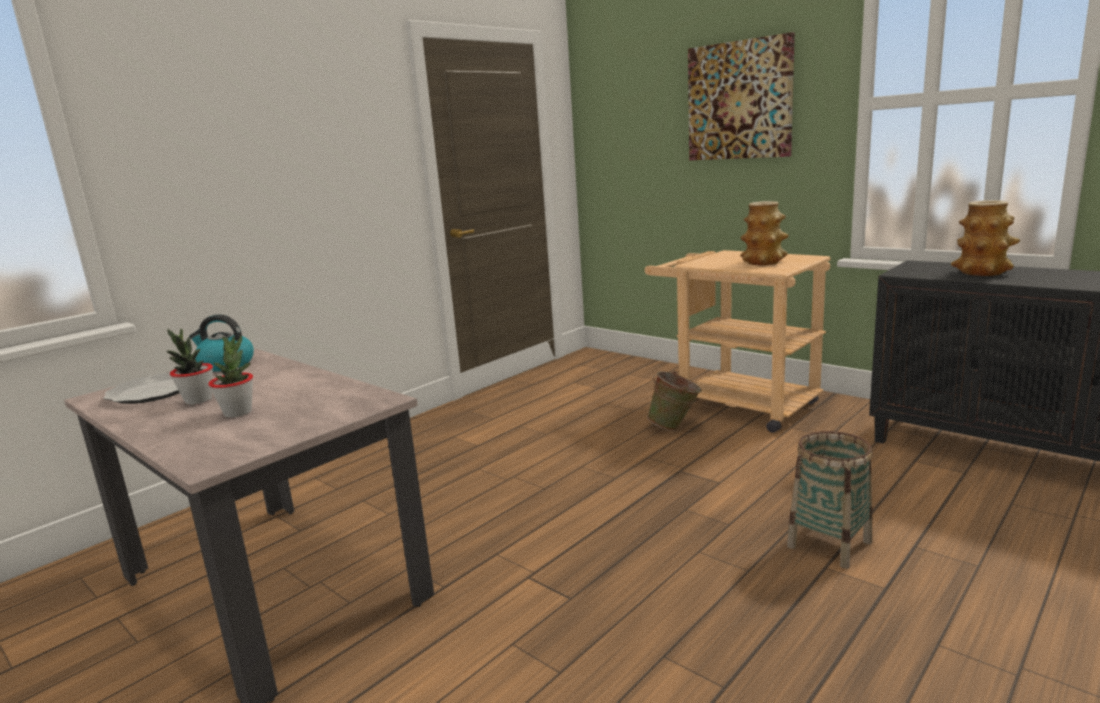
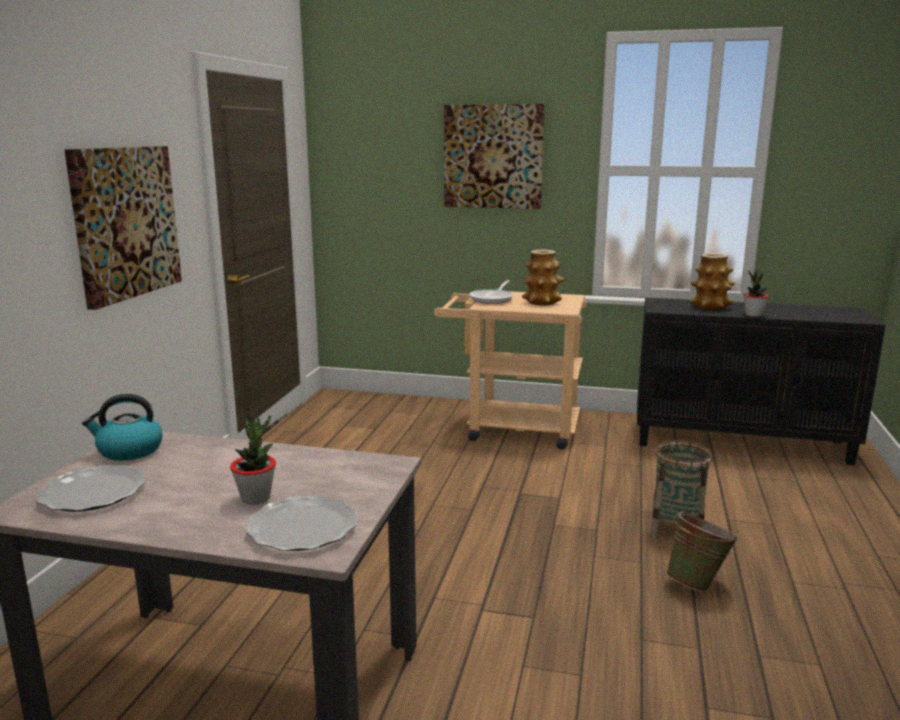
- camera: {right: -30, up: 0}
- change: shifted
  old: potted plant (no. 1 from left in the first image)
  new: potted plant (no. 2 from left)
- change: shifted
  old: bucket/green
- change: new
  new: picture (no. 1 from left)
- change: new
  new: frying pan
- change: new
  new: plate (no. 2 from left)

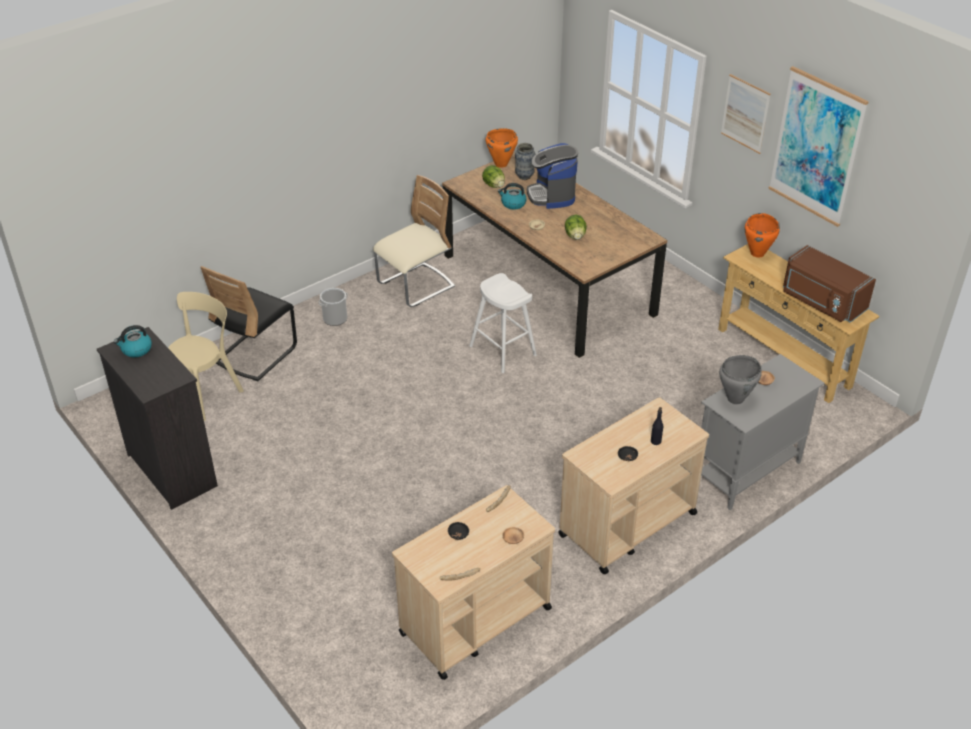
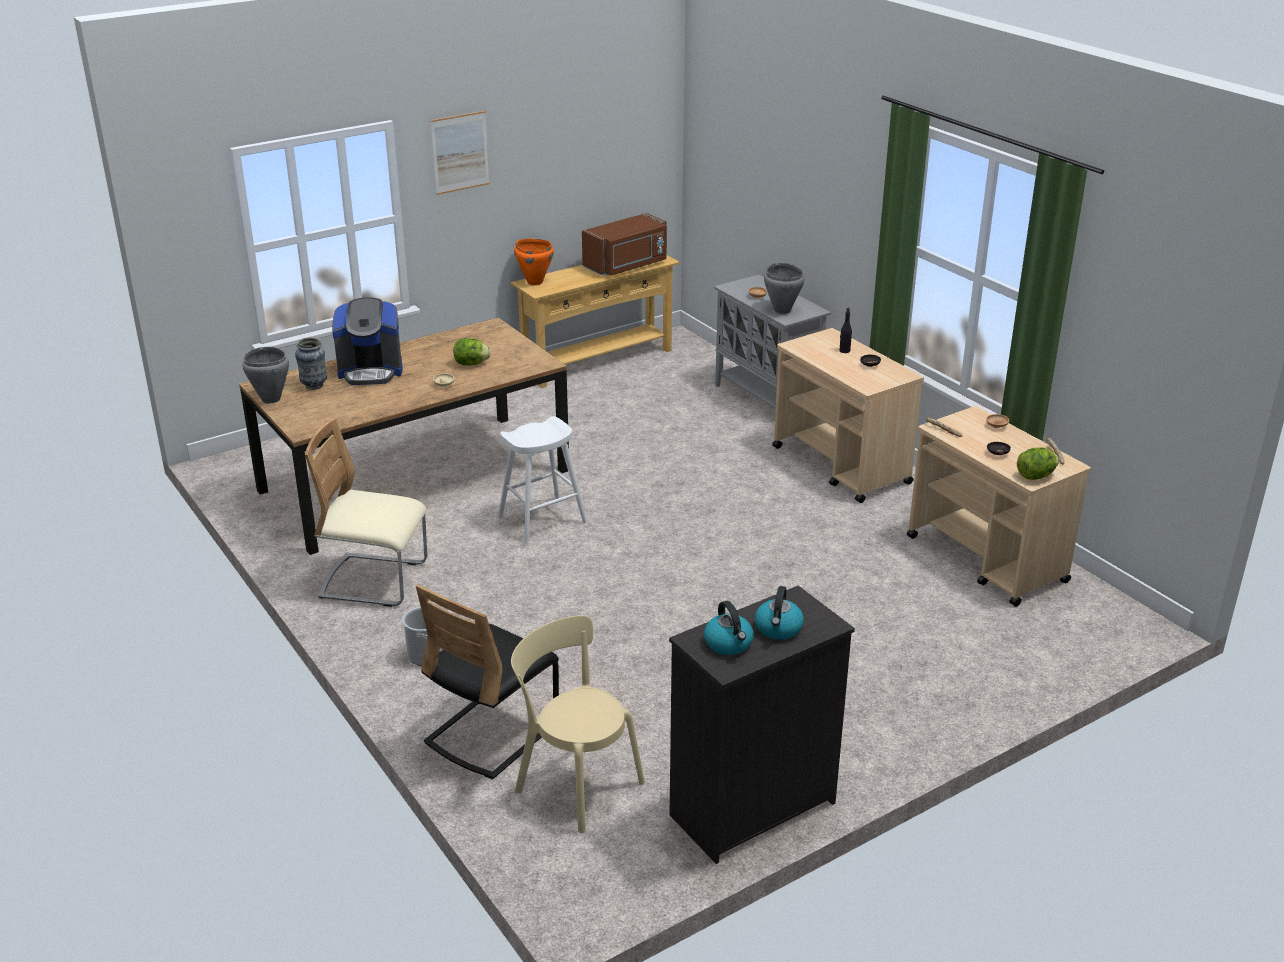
- camera: {right: -85, up: -10}
- change: gone
  old: picture (no. 2 from left)
- change: repainted
  old: cooking pot/orange (no. 1 from left)
  new: cooking pot/grey (no. 1 from left)
- change: shifted
  old: lettuce (no. 1 from left in the first image)
  new: lettuce (no. 2 from left)
- change: rotated
  old: chair/beige (no. 2 from left in the first image)
  degrees: -45
- change: shifted
  old: kettle (no. 2 from left)
- change: rotated
  old: chair/black
  degrees: 90

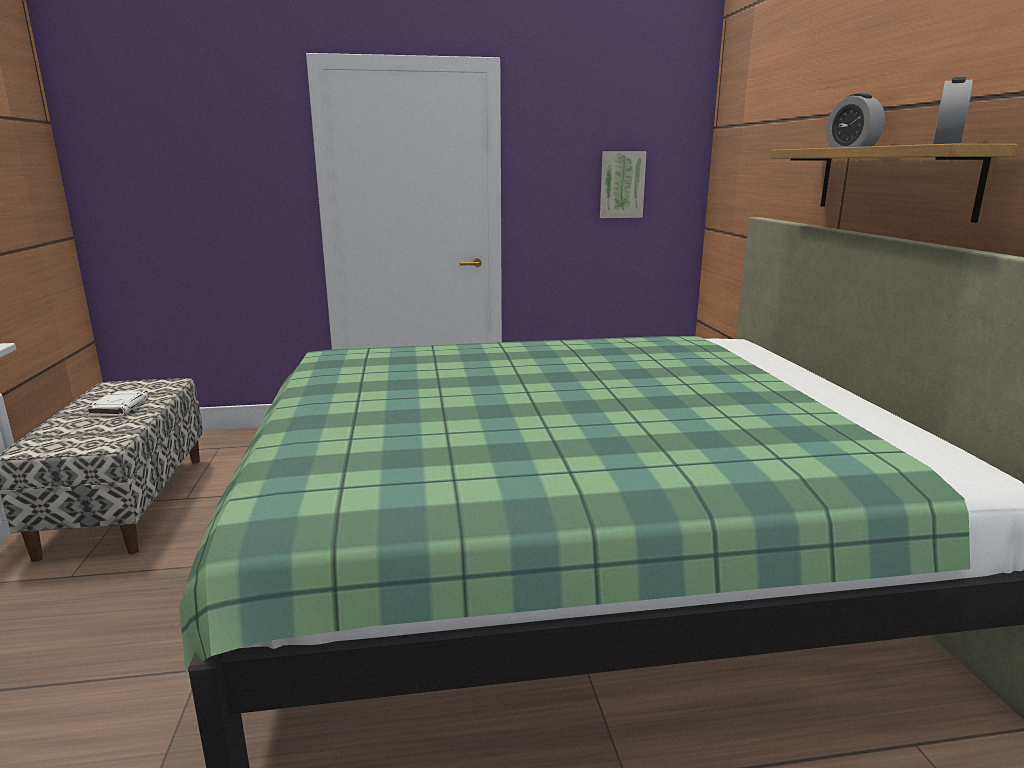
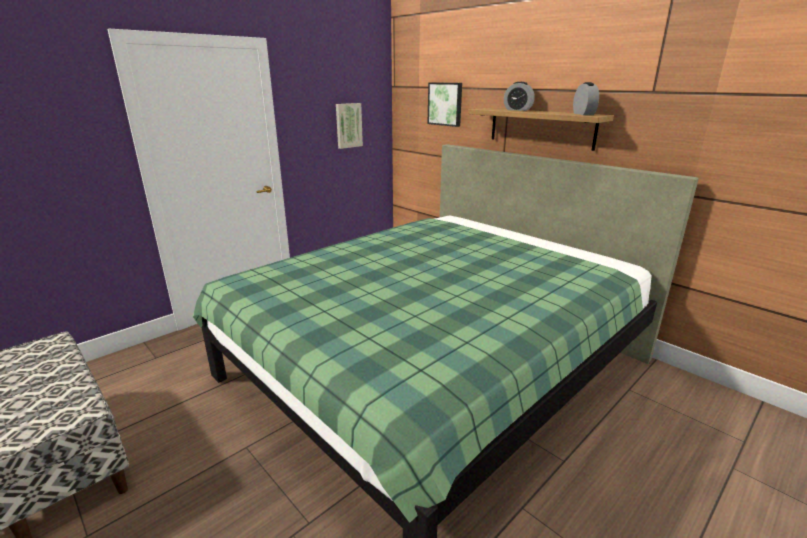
- camera: {right: -35, up: 5}
- change: gone
  old: book/white
- change: new
  new: picture (no. 2 from left)

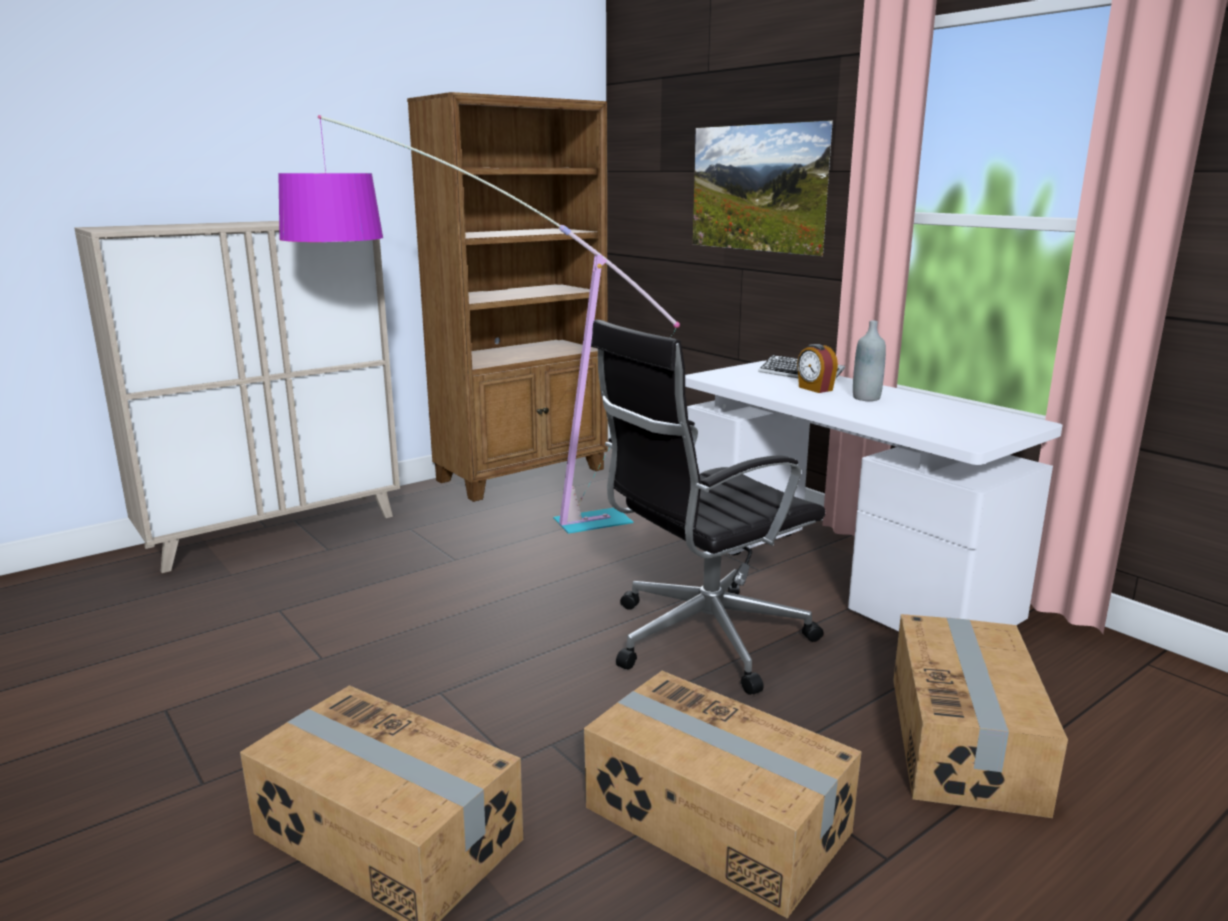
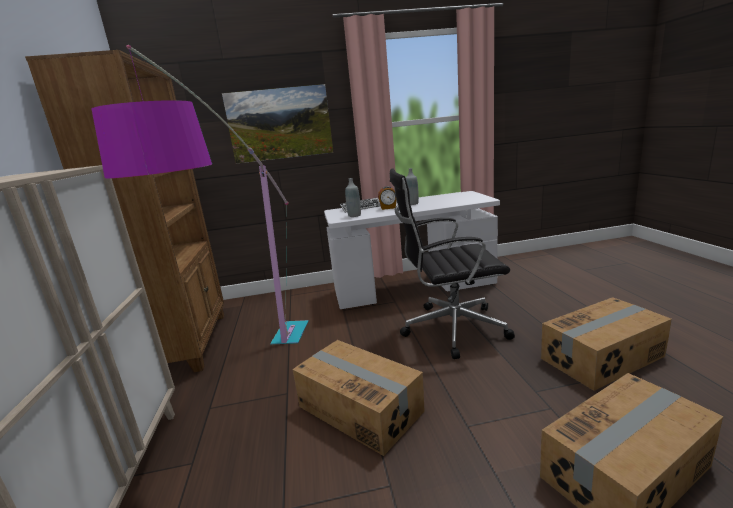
- camera: {right: -60, up: 0}
- change: rotated
  old: office chair/black
  degrees: 90
- change: shifted
  old: cardboard box (no. 3 from left in the first image)
  new: cardboard box (no. 1 from left)
- change: new
  new: bottle/grey (no. 1 from left)

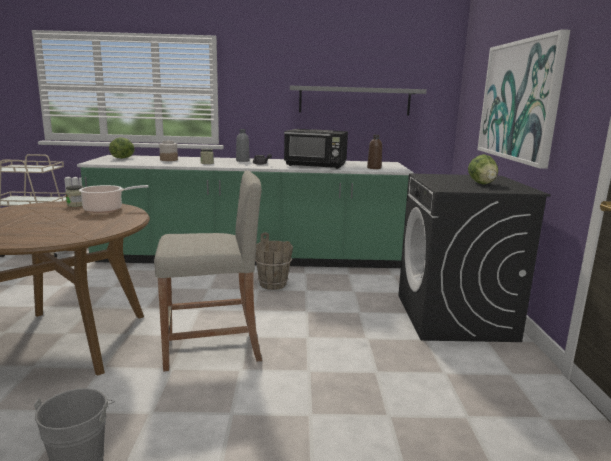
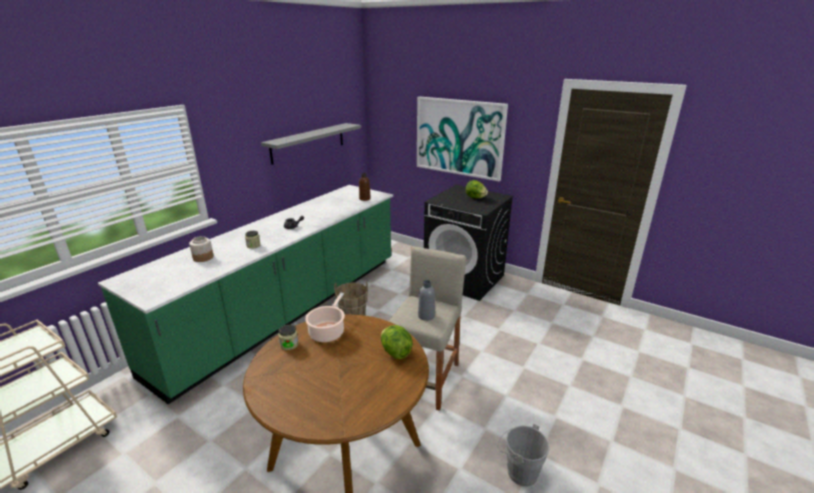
- camera: {right: -55, up: 10}
- change: shifted
  old: bottle/grey
- change: gone
  old: microwave/black
- change: shifted
  old: lettuce (no. 1 from left)

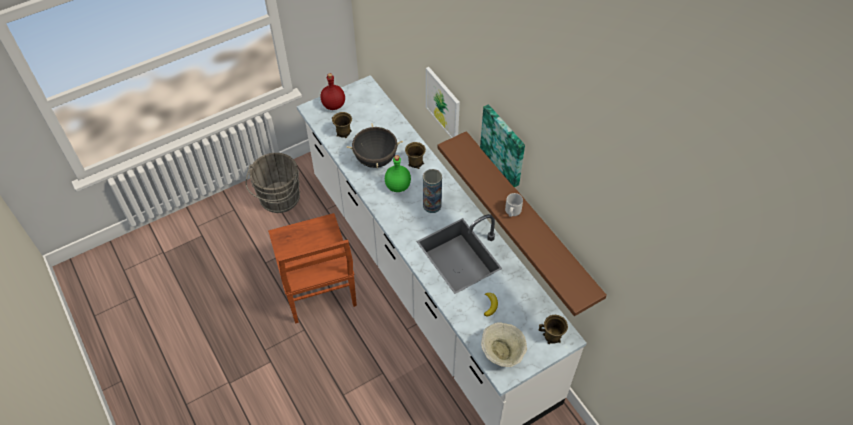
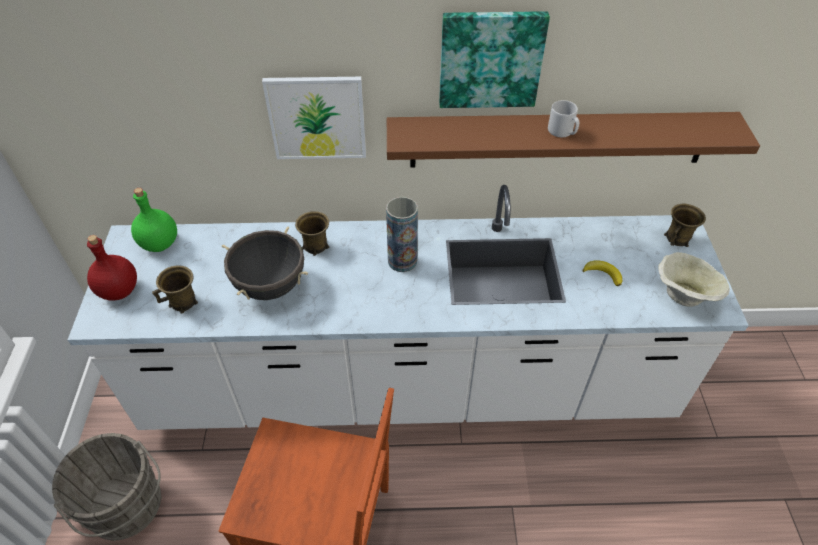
- camera: {right: -60, up: -5}
- change: shifted
  old: bottle/green

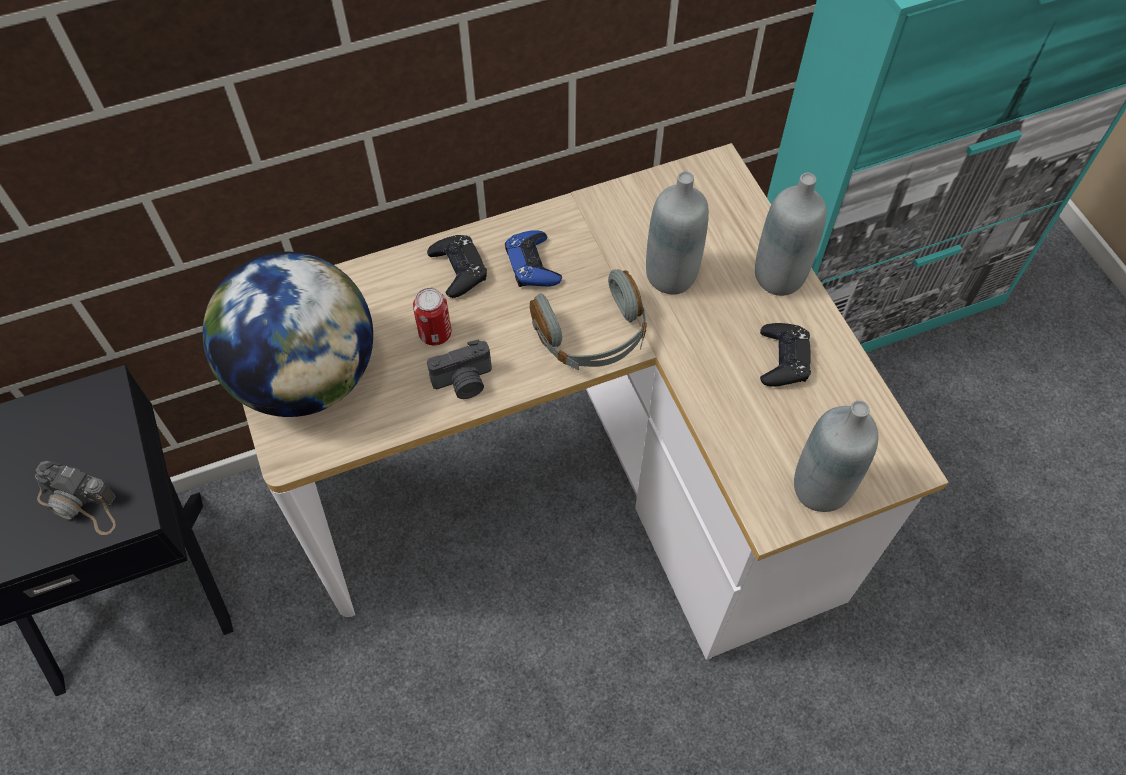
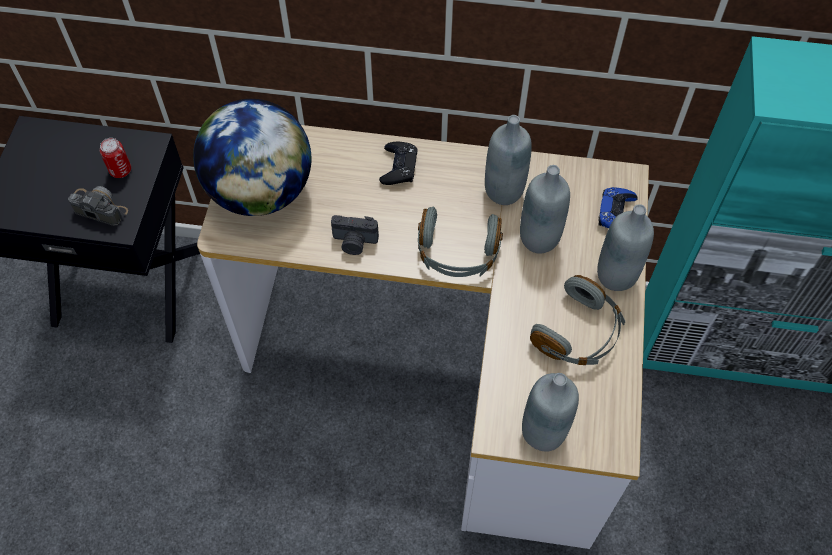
- camera: {right: 30, up: 0}
- change: shifted
  old: game controller/blue
- change: shifted
  old: can
- change: swapped
  old: game controller/black (no. 2 from left)
  new: headphones/grey (no. 2 from left)
- change: rotated
  old: photo camera (no. 1 from left)
  degrees: 150
- change: new
  new: bottle/grey (no. 1 from left)

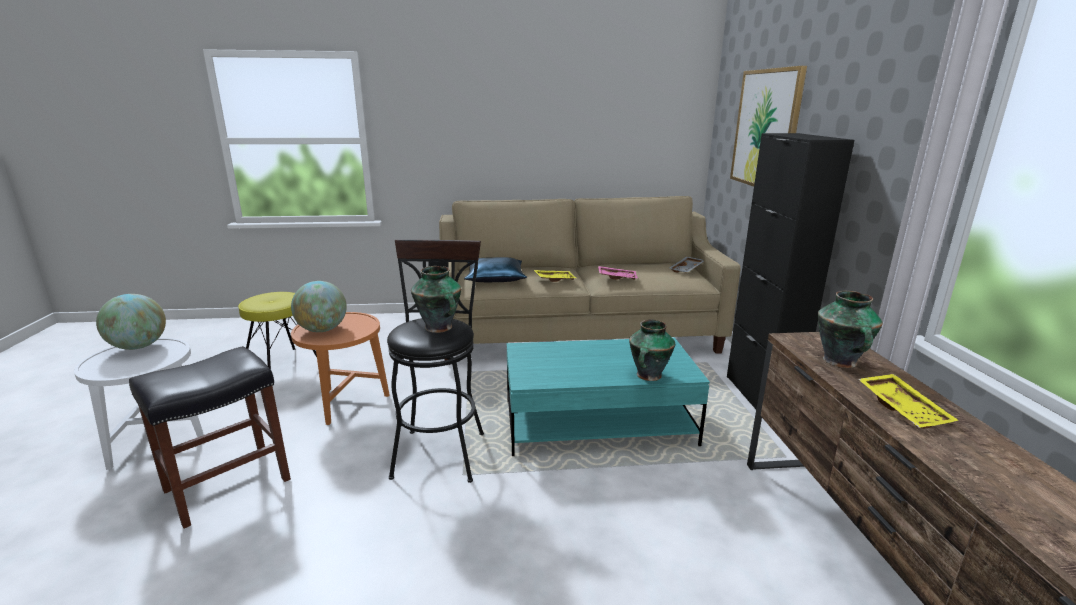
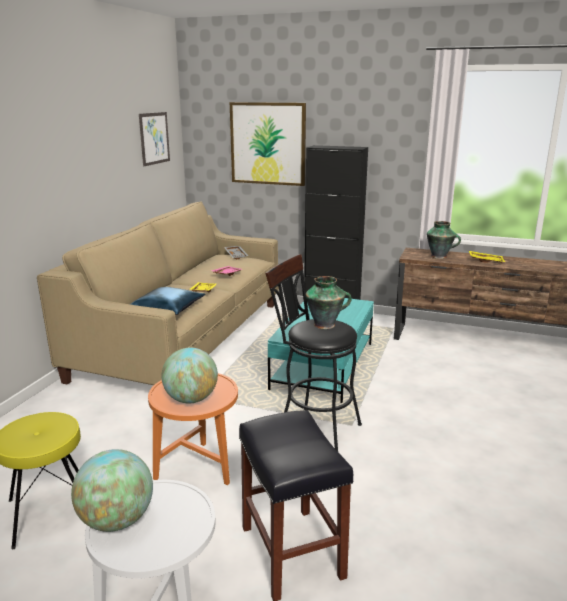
- camera: {right: -65, up: 0}
- change: gone
  old: vase (no. 2 from left)
- change: new
  new: picture (no. 1 from left)

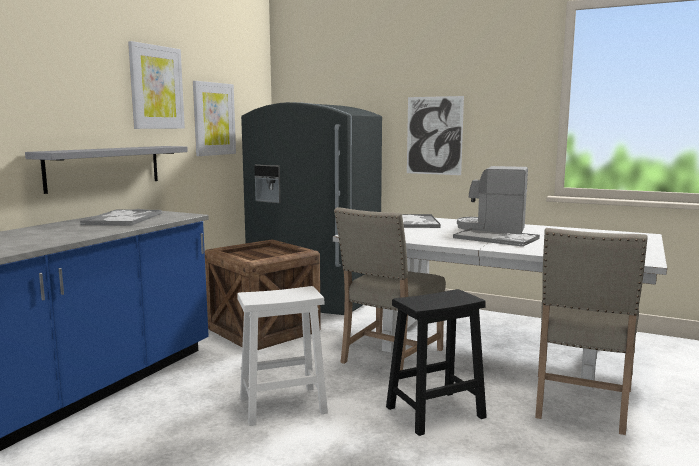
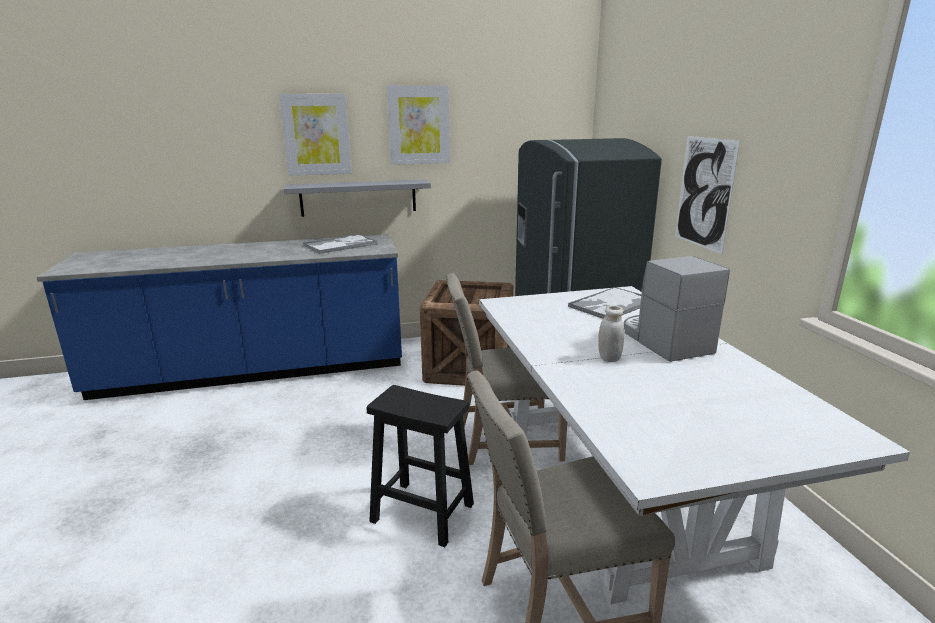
- camera: {right: 50, up: 10}
- change: shifted
  old: picture (no. 2 from left in the first image)
  new: picture (no. 1 from left)
- change: swapped
  old: tray (no. 3 from left)
  new: jar/white
- change: gone
  old: stool/white

